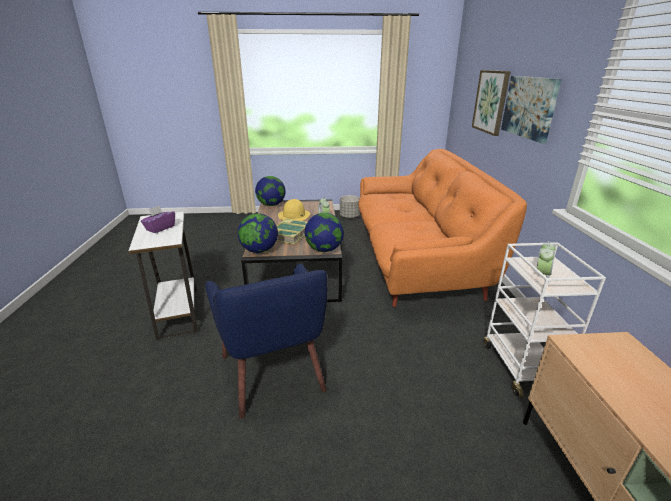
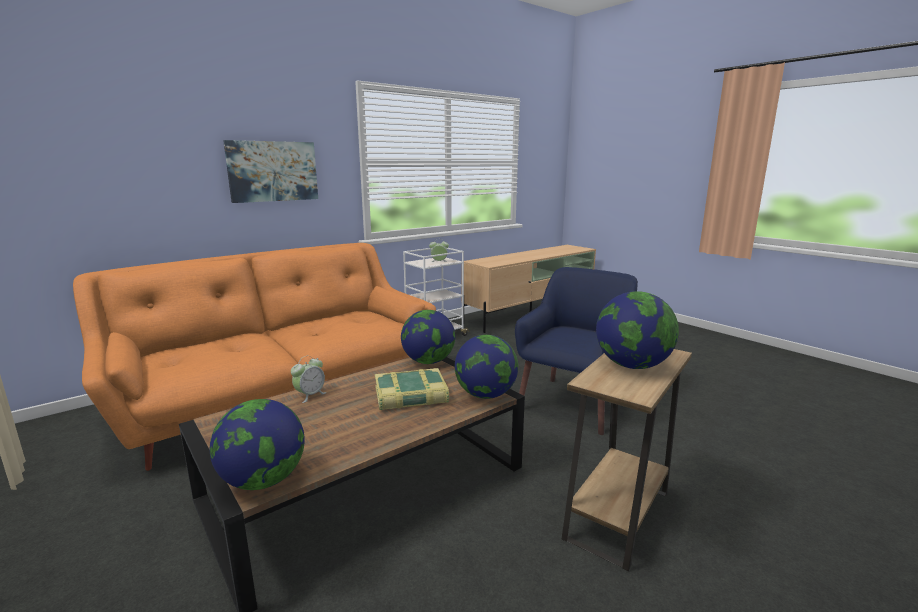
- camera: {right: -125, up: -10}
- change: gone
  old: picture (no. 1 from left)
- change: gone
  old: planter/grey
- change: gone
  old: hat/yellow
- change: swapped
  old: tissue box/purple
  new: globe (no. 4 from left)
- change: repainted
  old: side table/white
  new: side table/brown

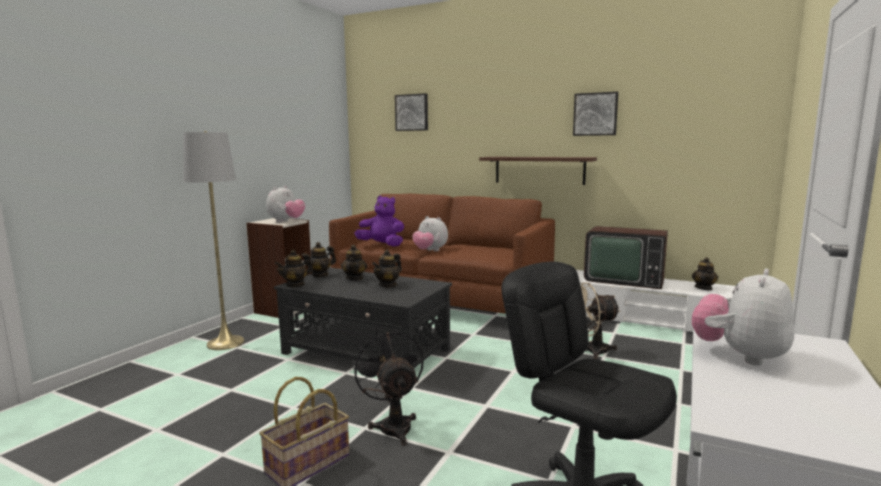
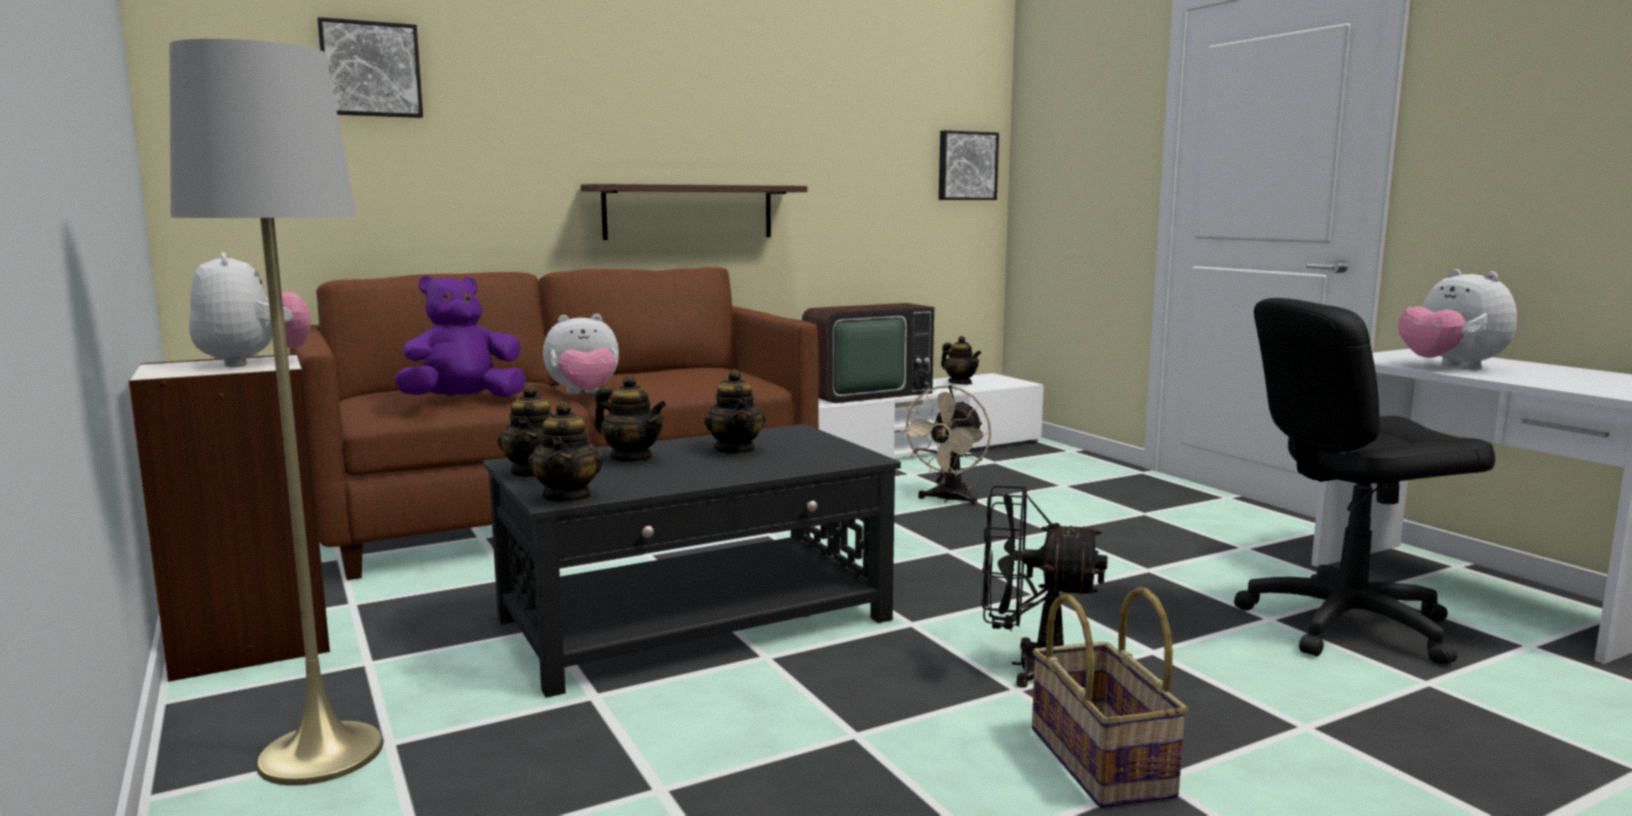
- camera: {right: -55, up: 0}
- change: shifted
  old: picture (no. 2 from left)

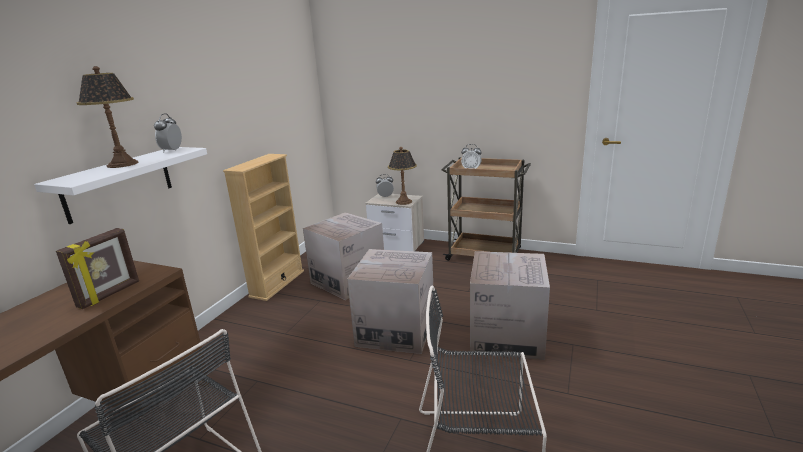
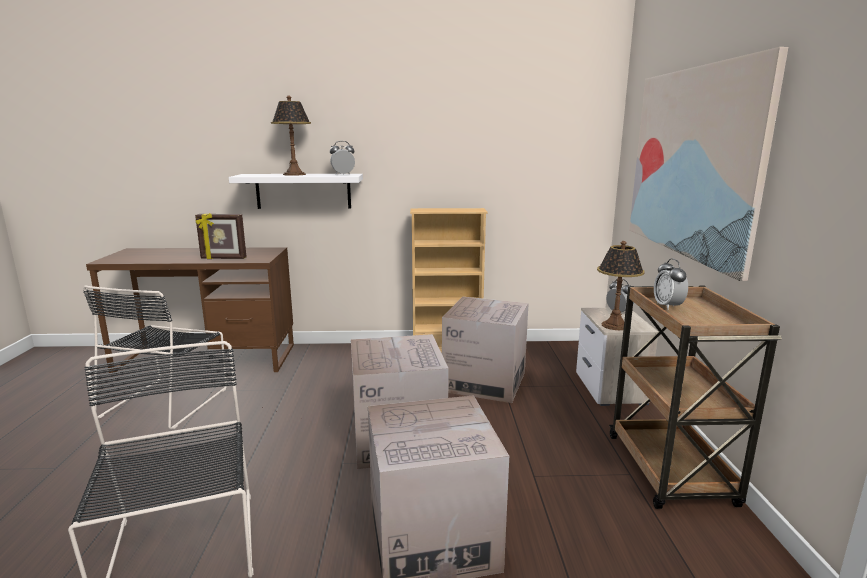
- camera: {right: 65, up: -5}
- change: new
  new: picture

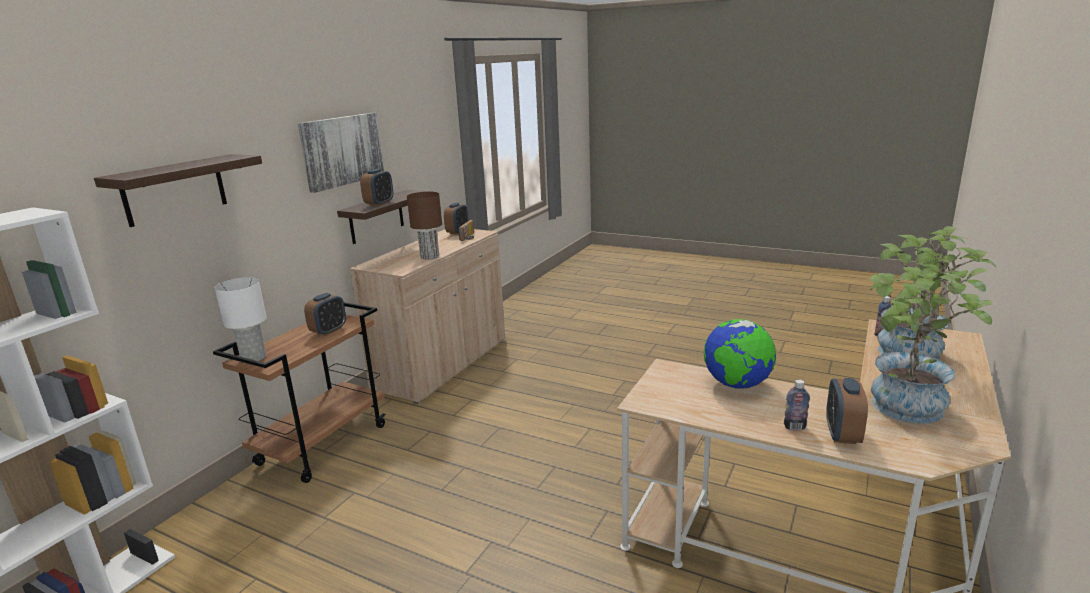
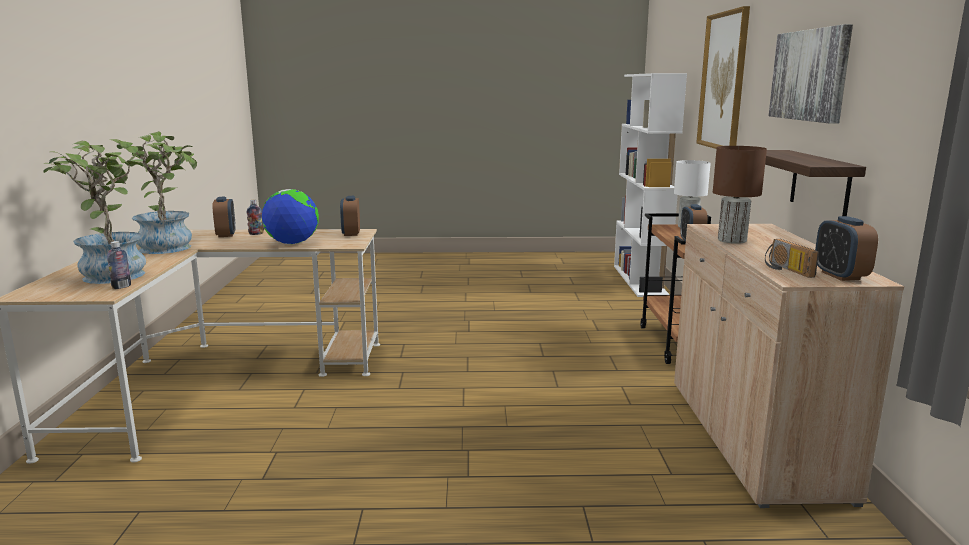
- camera: {right: 150, up: -5}
- change: swapped
  old: shelf (no. 1 from left)
  new: picture (no. 1 from left)
- change: shifted
  old: alarm clock (no. 2 from left)

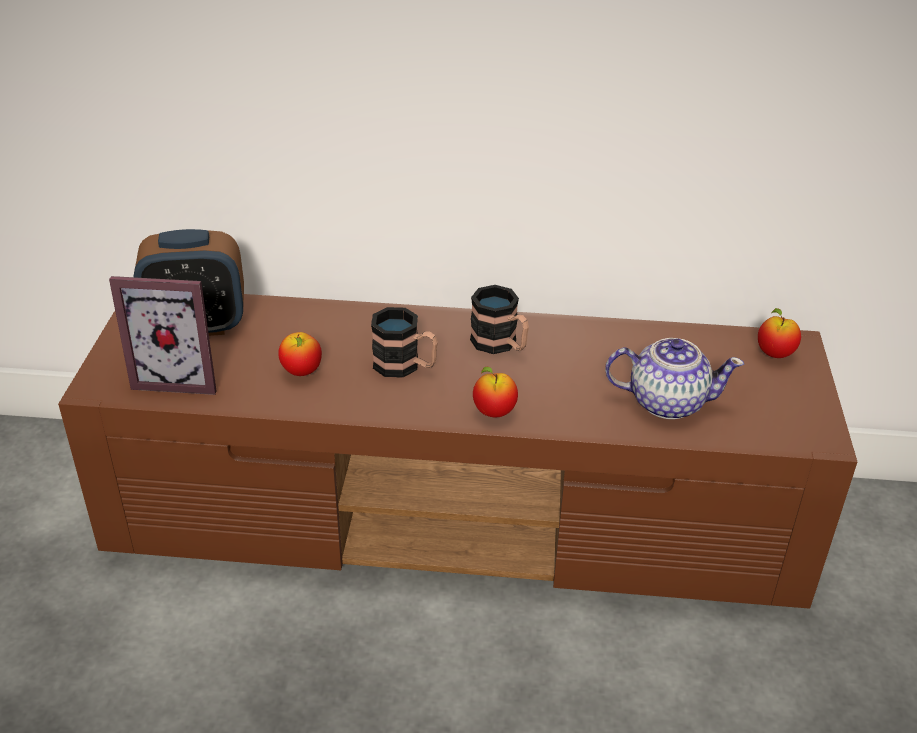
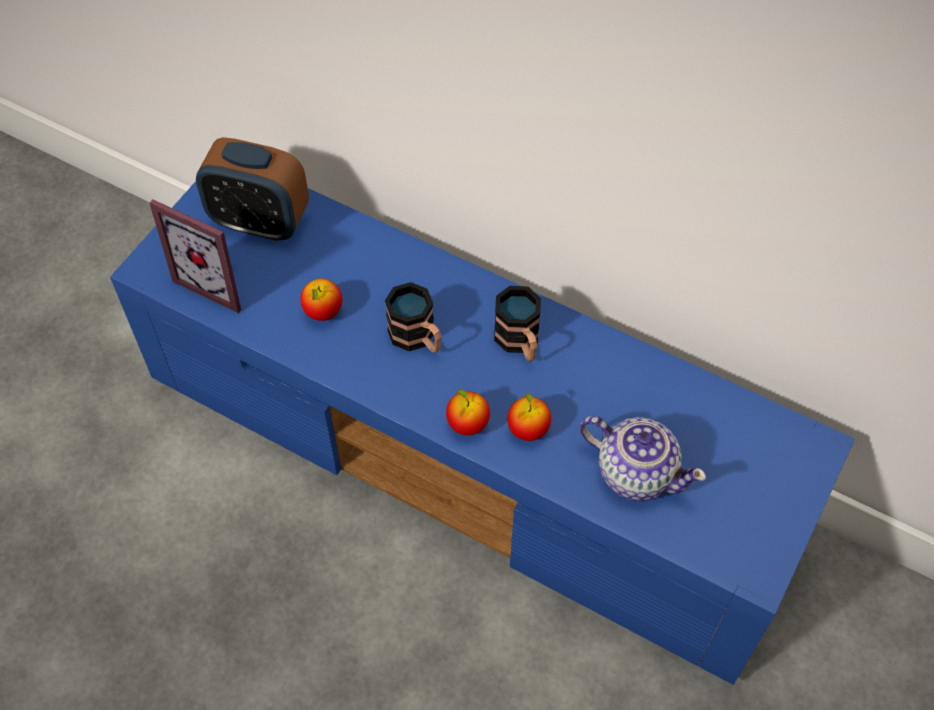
- camera: {right: 25, up: 20}
- change: repainted
  old: tv stand/brown
  new: tv stand/blue
- change: shifted
  old: apple (no. 3 from left)

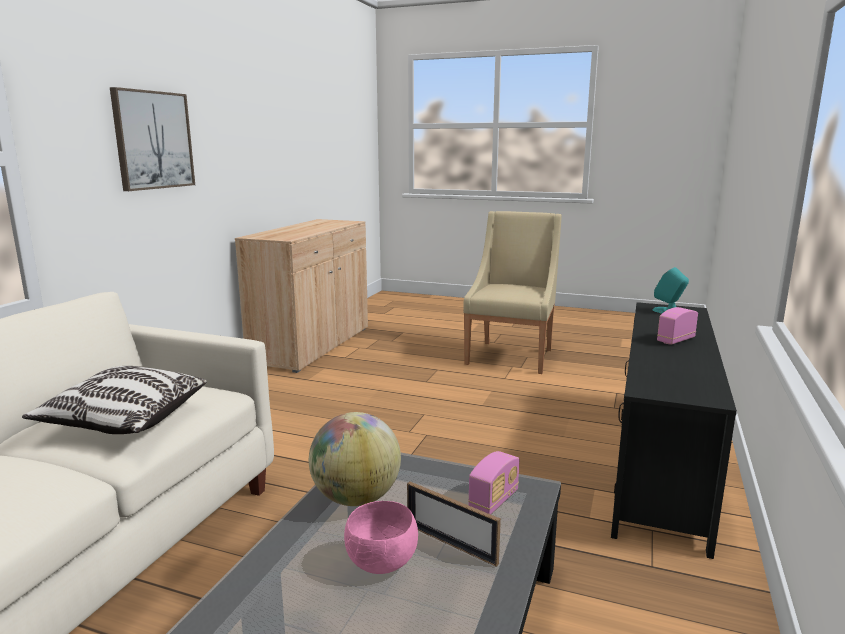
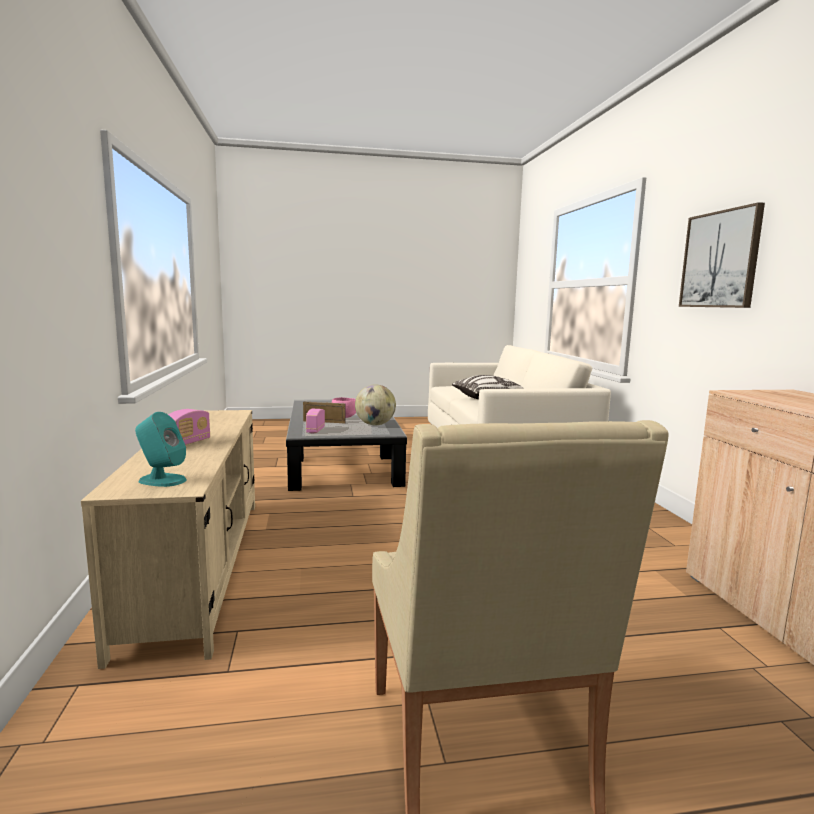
- camera: {right: 150, up: -5}
- change: repainted
  old: tv stand/black
  new: tv stand/beige

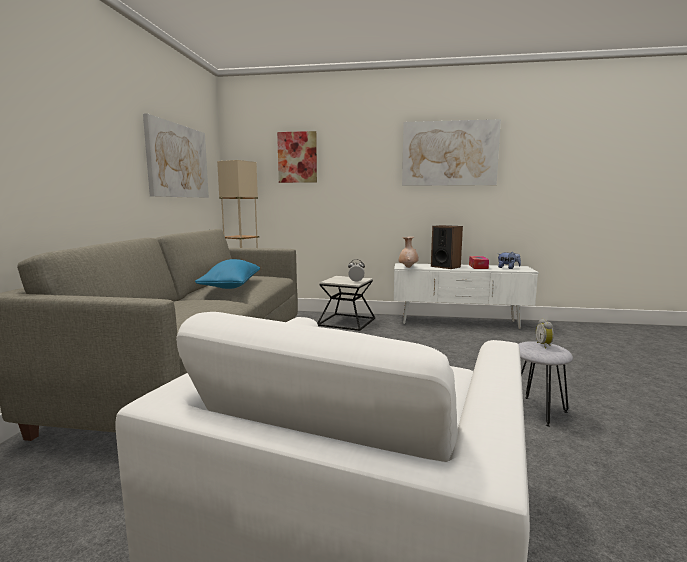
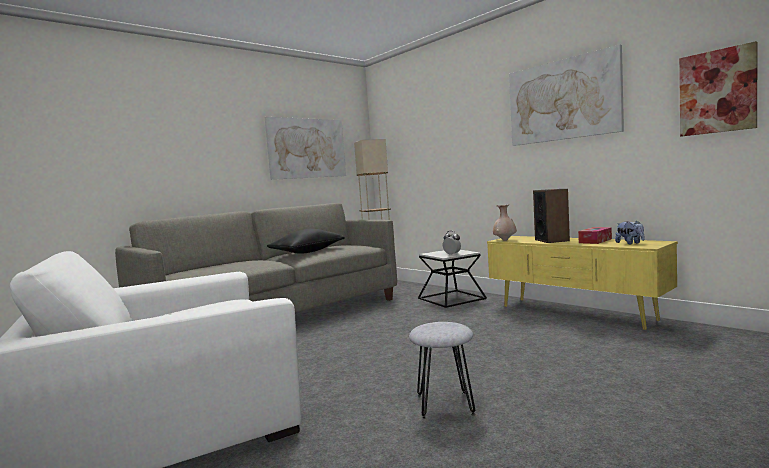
- camera: {right: 40, up: -5}
- change: shifted
  old: picture (no. 2 from left in the first image)
  new: picture (no. 3 from left)
- change: repainted
  old: pillow/blue
  new: pillow/black
- change: repainted
  old: tv stand/white
  new: tv stand/yellow
- change: gone
  old: alarm clock (no. 2 from left)

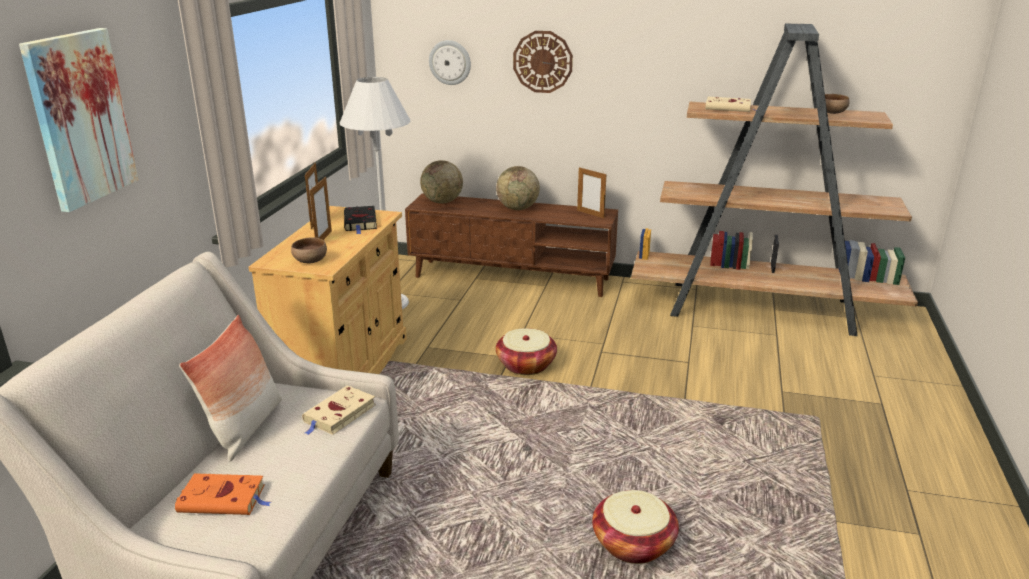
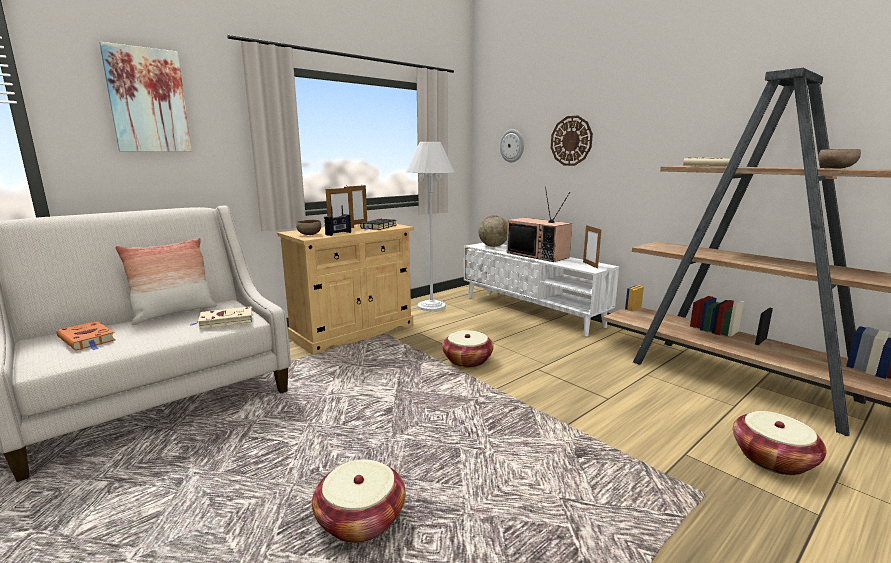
- camera: {right: 35, up: -10}
- change: swapped
  old: globe (no. 2 from left)
  new: television
- change: repainted
  old: tv stand/brown
  new: tv stand/white
- change: new
  new: radio
- change: new
  new: basket (no. 3 from left)

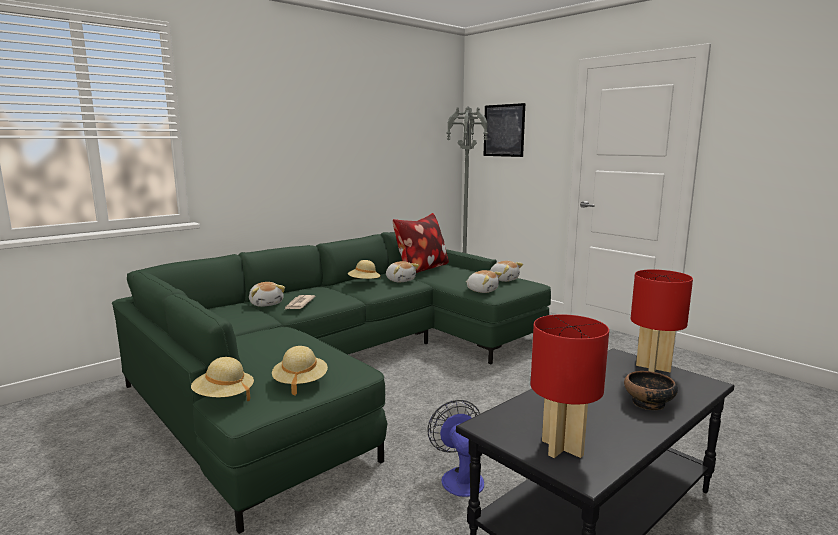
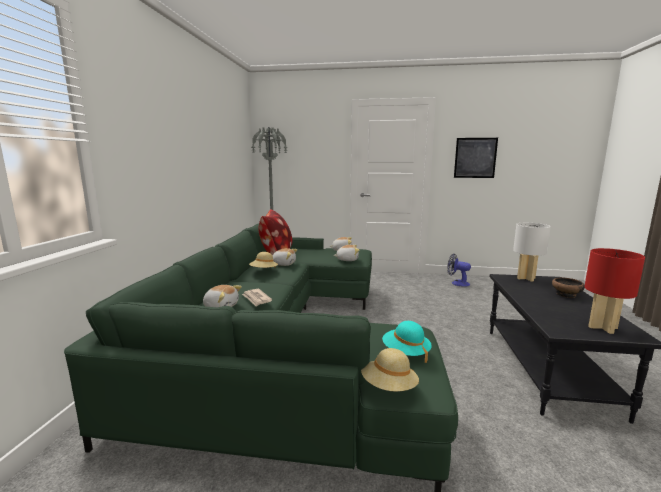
- camera: {right: -40, up: 0}
- change: shifted
  old: picture
- change: repainted
  old: table lamp/red (no. 2 from left)
  new: table lamp/white
- change: repainted
  old: hat/beige (no. 2 from left)
  new: hat/turquoise
- change: shifted
  old: fan

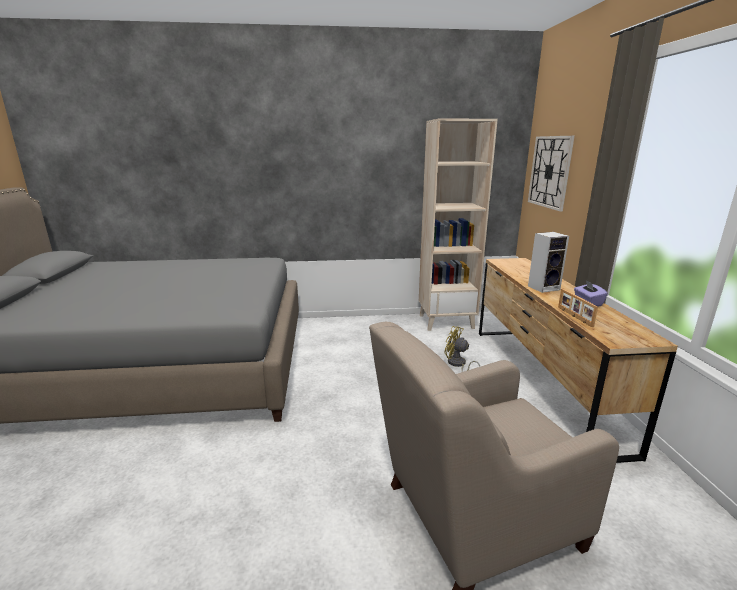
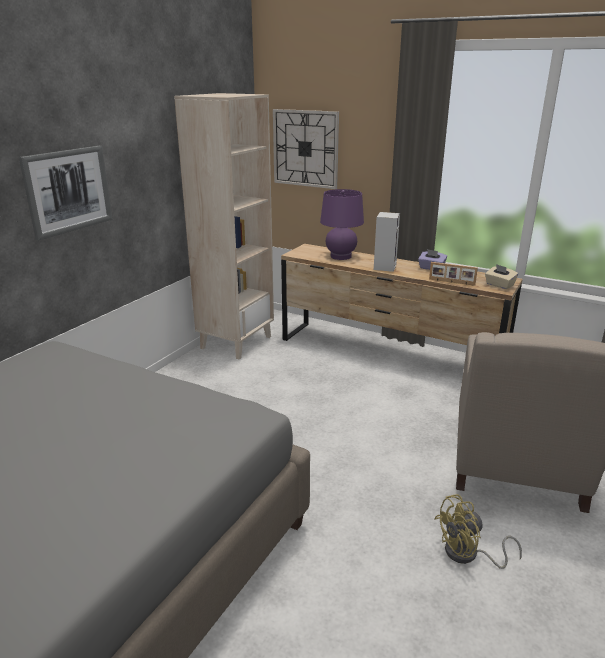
- camera: {right: -55, up: 5}
- change: shifted
  old: fan/yellow
- change: new
  new: picture
- change: new
  new: table lamp/purple
- change: new
  new: tissue box/beige

